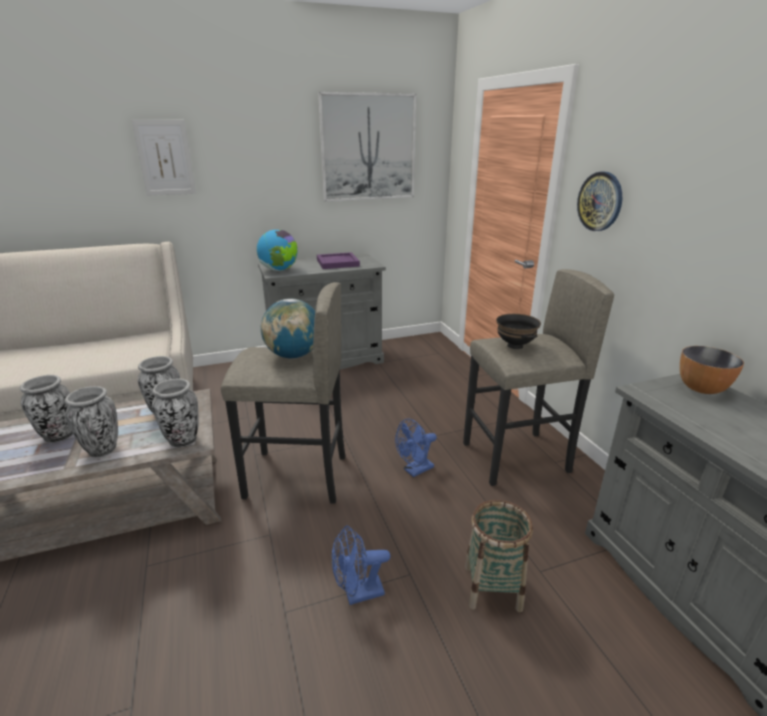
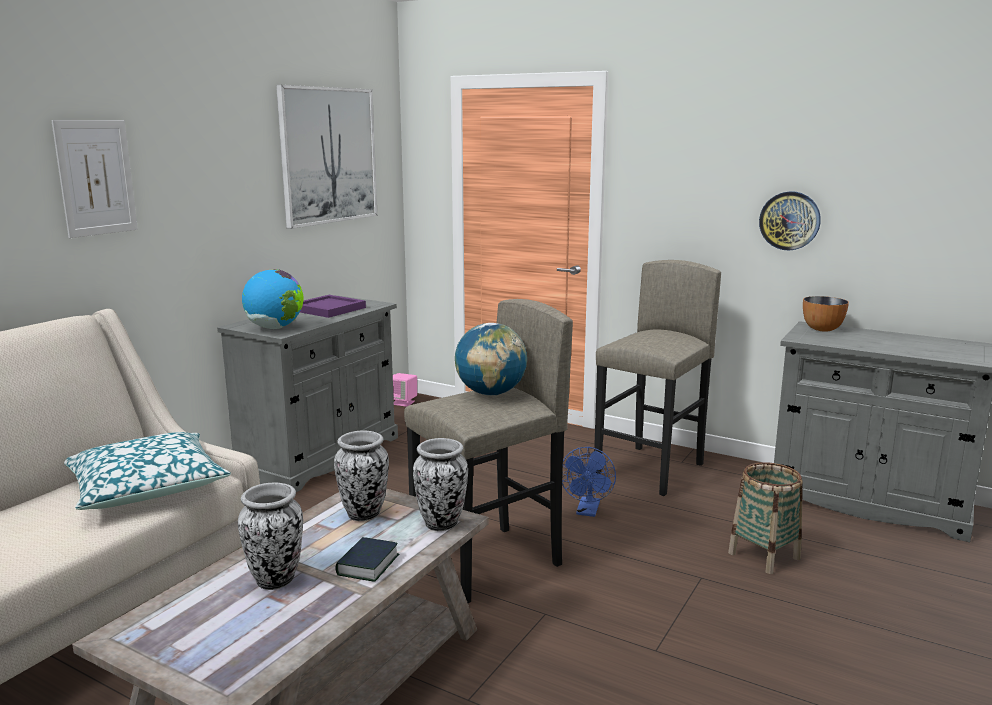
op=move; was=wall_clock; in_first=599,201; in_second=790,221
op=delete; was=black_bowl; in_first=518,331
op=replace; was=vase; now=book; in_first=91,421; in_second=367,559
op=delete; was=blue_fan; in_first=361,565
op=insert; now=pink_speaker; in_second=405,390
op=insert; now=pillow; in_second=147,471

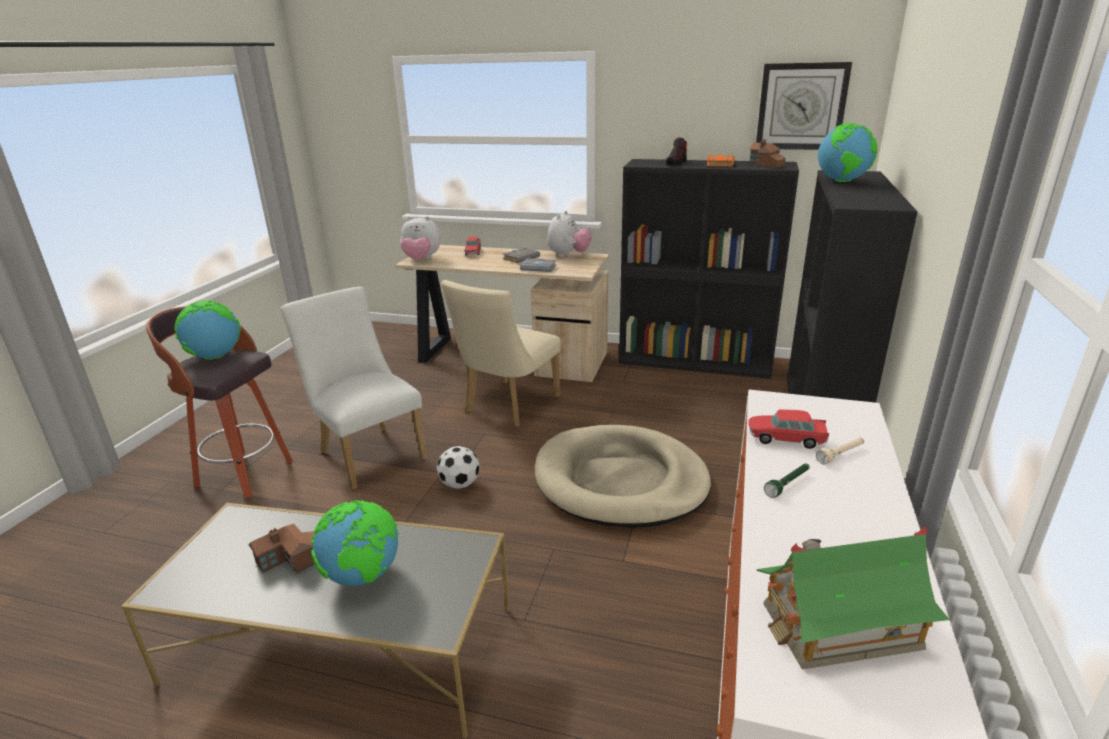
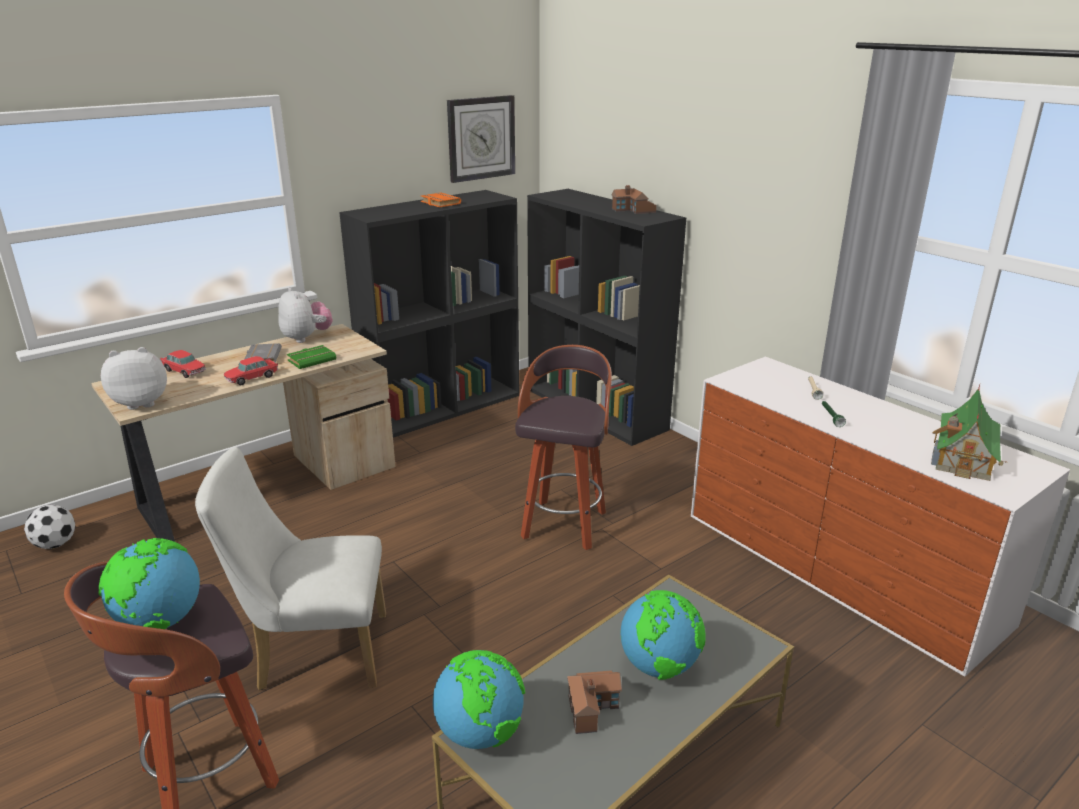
op=move; was=globe; in_first=847,152; in_second=479,699
op=delete; was=shoe; in_first=676,151
op=move; was=toy_house; in_first=767,153; in_second=633,199
op=rotate; was=plush_toy; in_first=420,238; in_second=134,378; clockwise=-150
op=recolor; was=grey_book; now=green_book; in_first=538,265; in_second=311,357
op=delete; was=beige_chair; in_first=501,353
op=move; was=toy_car; in_first=788,429; in_second=251,370
op=replace; was=beige_dog_bed; now=stool; in_first=623,476; in_second=563,447
op=move; was=football; in_first=458,467; in_second=49,527

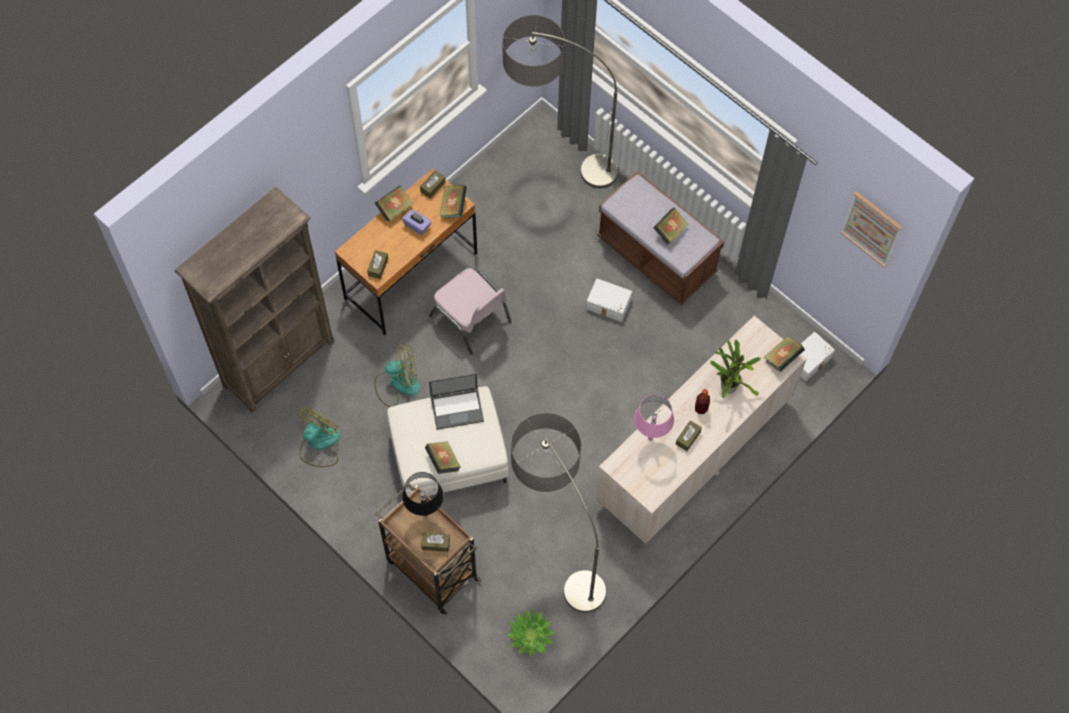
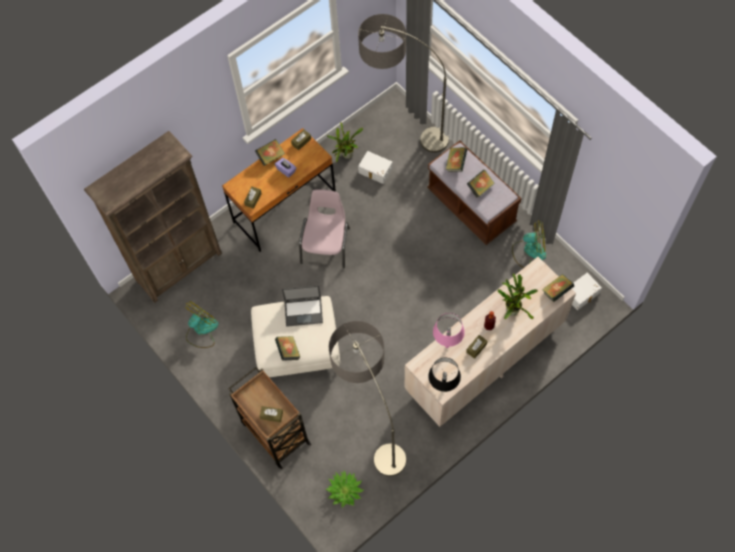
op=move; was=book; in_first=453,202; in_second=456,159
op=delete; was=picture; in_first=871,229
op=rotate; was=pink_chair; in_first=470,311; in_second=324,229; clockwise=-135
op=move; was=white_storage_box; in_first=609,300; in_second=375,167
op=move; was=fan; in_first=397,375; in_second=529,244
op=move; was=black_table_lamp; in_first=423,494; in_second=444,375
op=insert; now=potted_plant; in_second=345,142

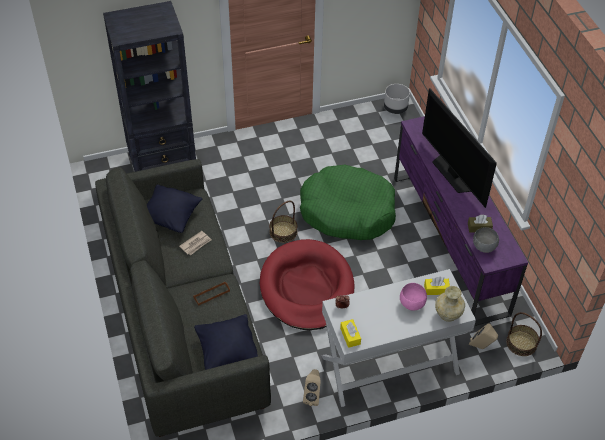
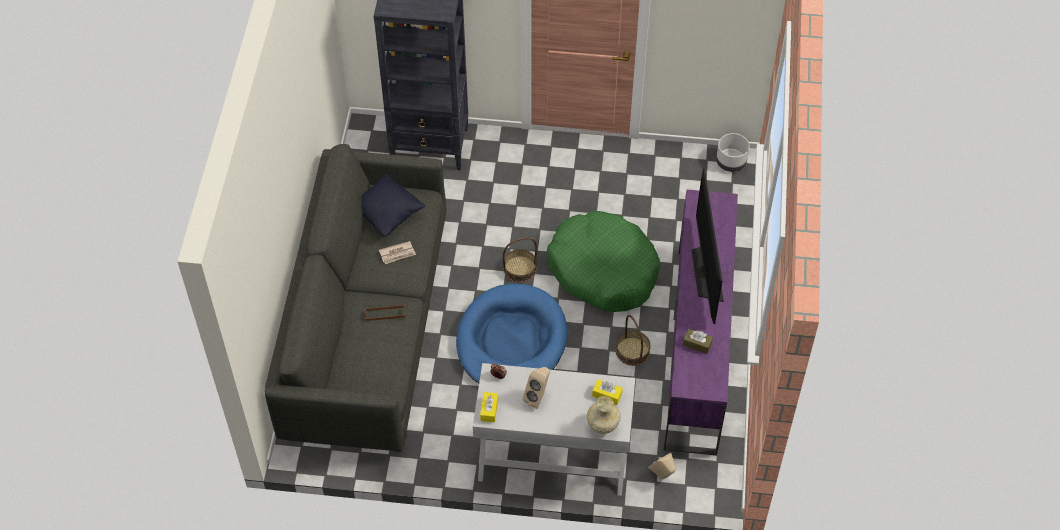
op=delete; was=grey_bowl; in_first=486,240
op=recolor; was=red_dog_bed; now=blue_dog_bed; in_first=307,284; in_second=511,333
op=delete; was=pink_bowl; in_first=413,297
op=move; was=basket; in_first=524,334; in_second=633,340
op=delete; was=black_pillow; in_first=226,342
op=move; was=beige_speaker; in_first=311,387; in_second=536,388

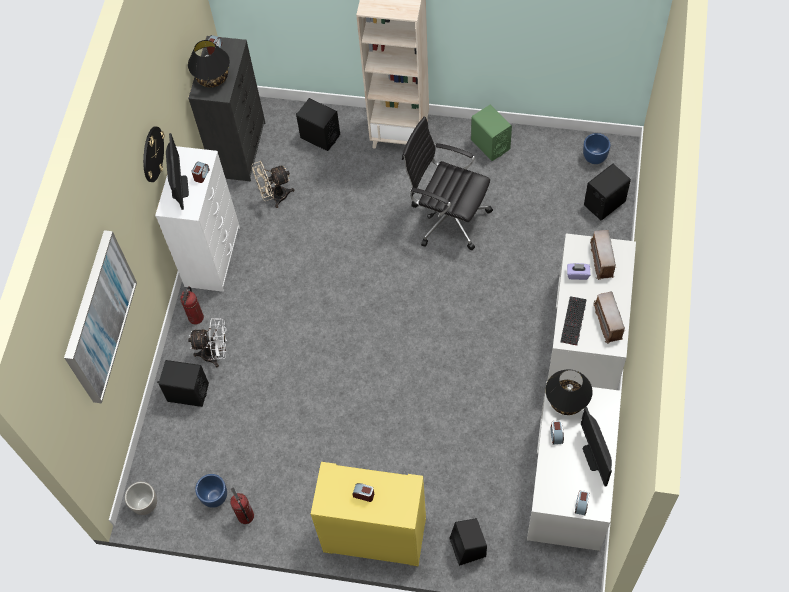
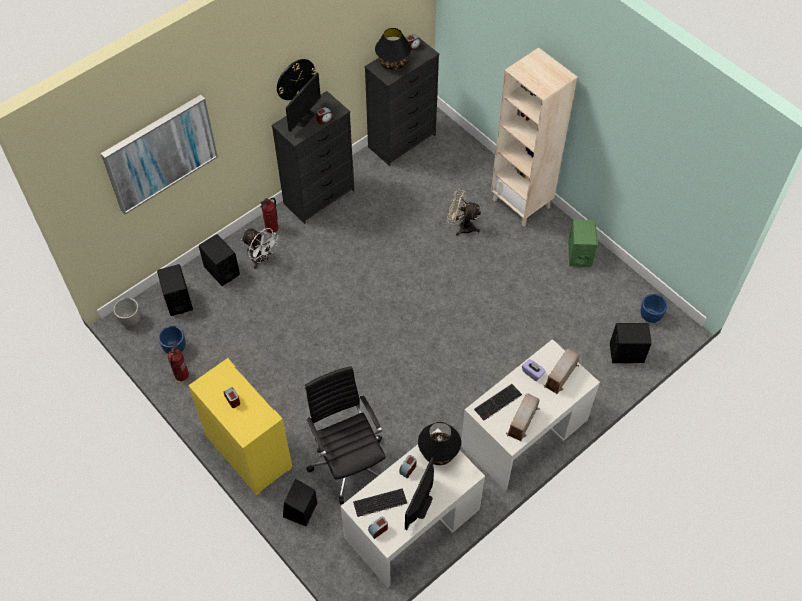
op=move; was=black_speaker; in_first=318,124; in_second=175,290
op=move; was=black_office_chair; in_first=447,183; in_second=345,435
op=recolor; was=white_dresser; now=black_dresser; in_first=197,219; in_second=313,157
op=move; was=beige_fan; in_first=273,184; in_second=464,213
op=insert; now=keyboard; in_second=380,502

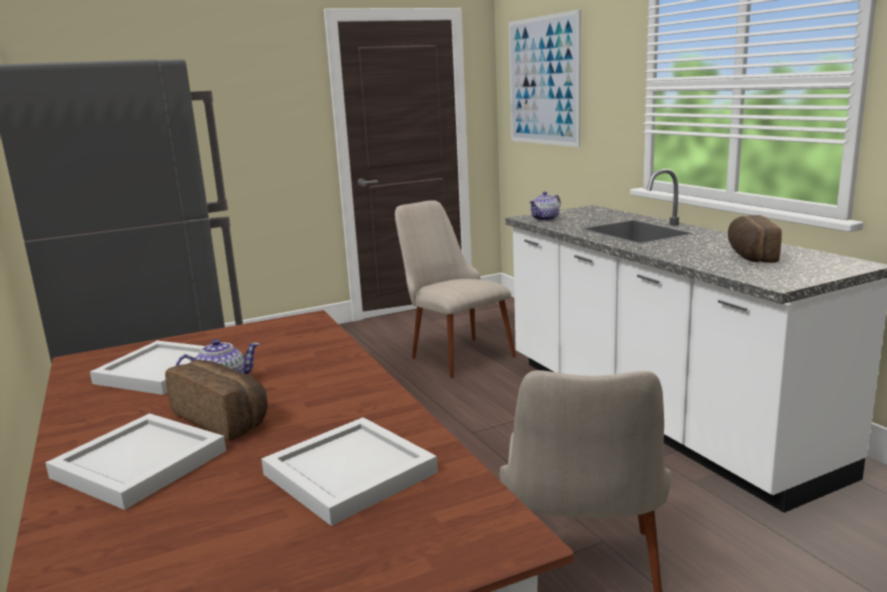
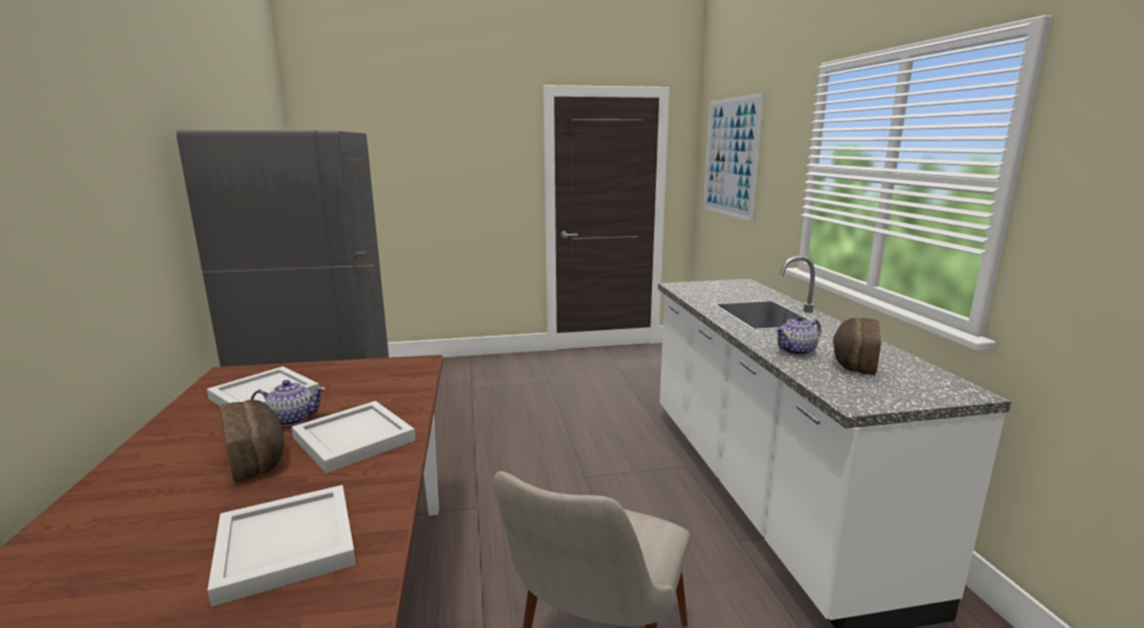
op=move; was=teapot; in_first=545,206; in_second=798,336
op=delete; was=beige_chair; in_first=455,289
op=move; was=white_tray; in_first=135,461; in_second=354,437

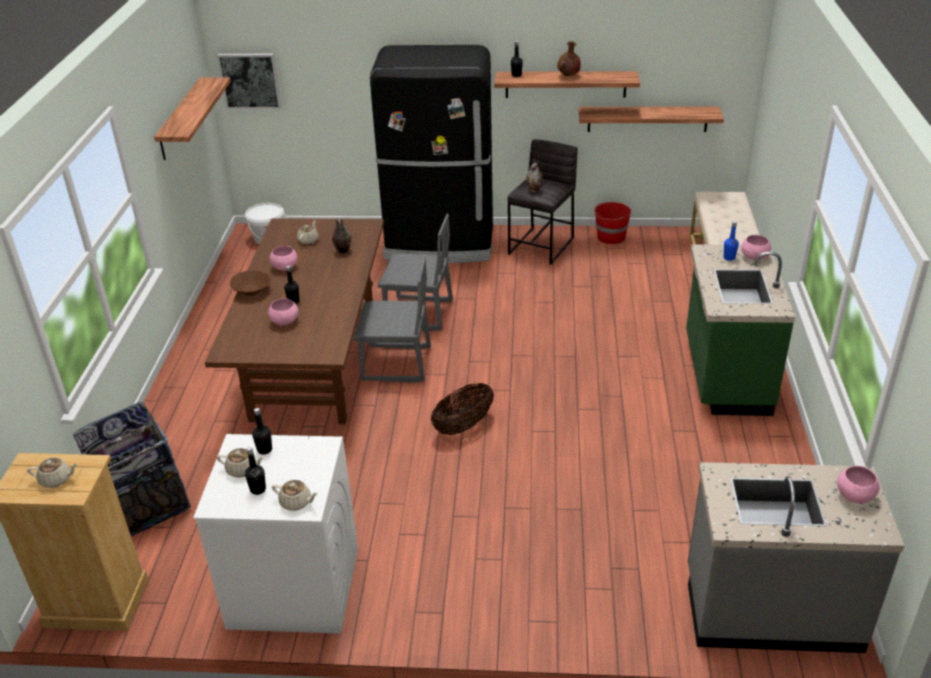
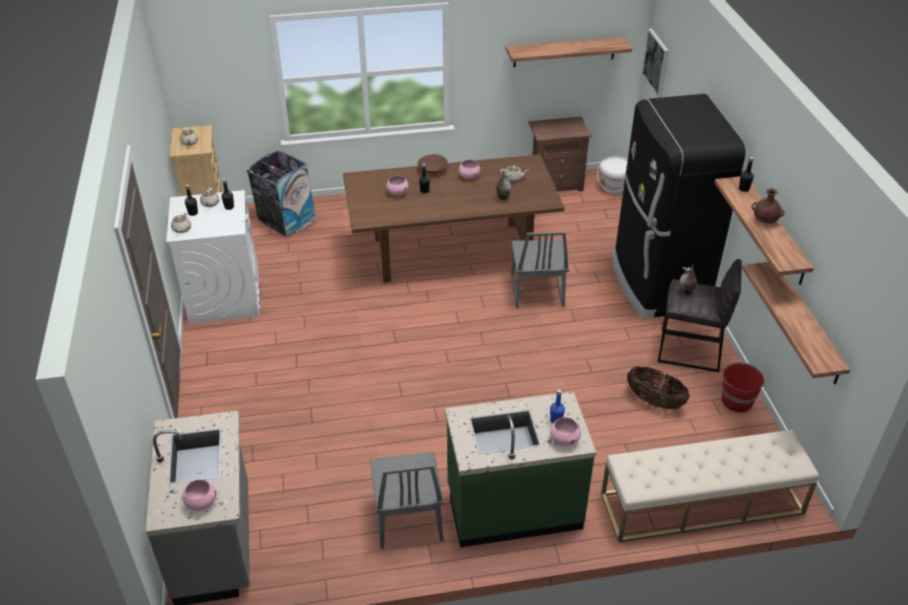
op=move; was=grey_chair; in_first=392,319; in_second=407,500
op=move; was=basket; in_first=462,409; in_second=658,387
op=insert; now=brown_nightstand; in_second=560,154

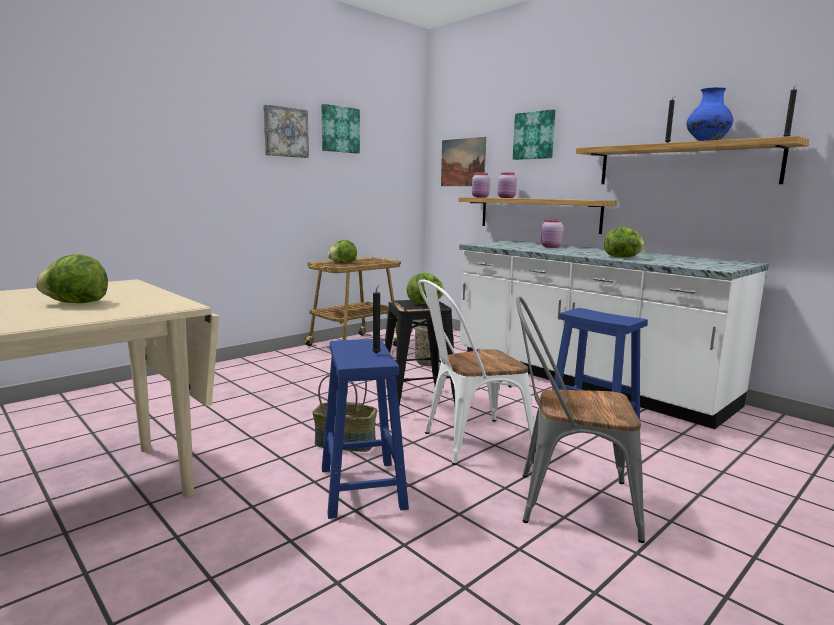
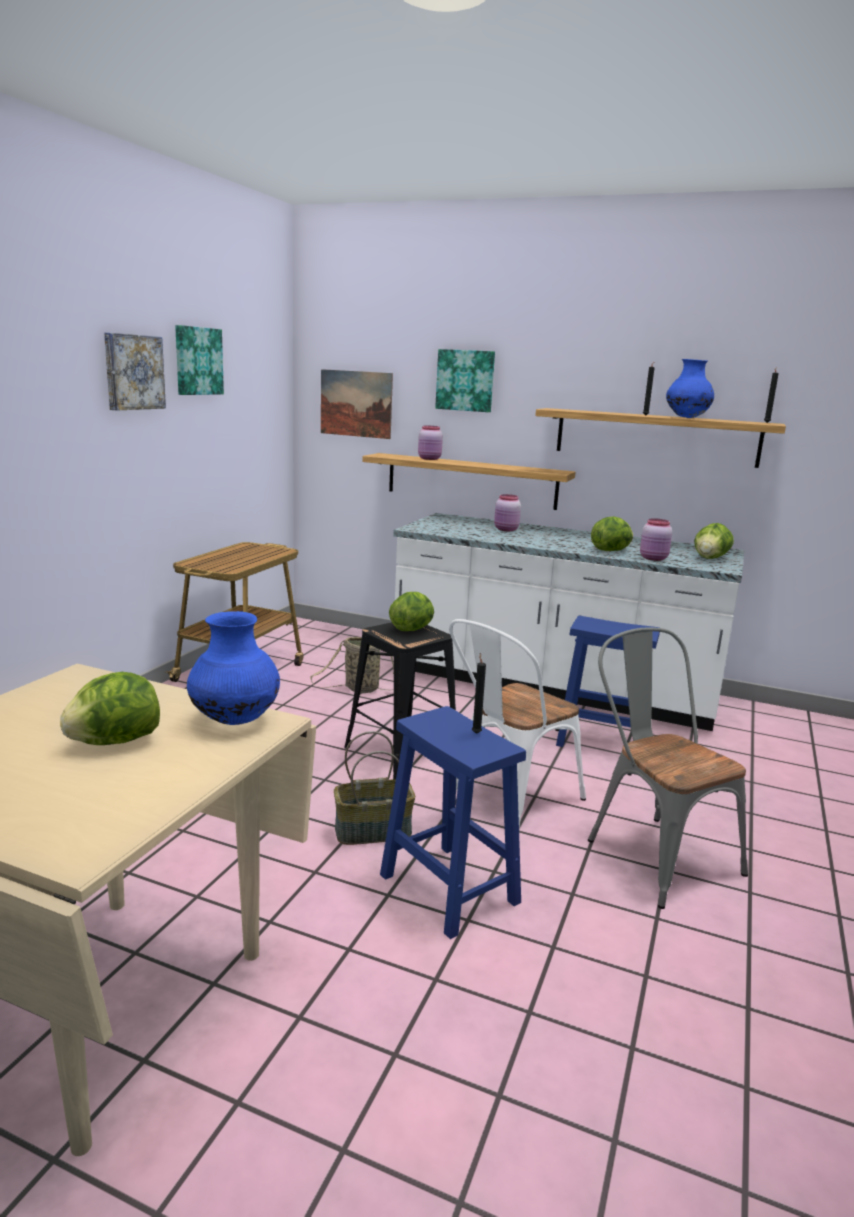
op=move; was=pink_jar; in_first=481,185; in_second=656,539
op=move; was=lettuce; in_first=342,251; in_second=714,541
op=rotate; was=grey_chair; in_first=580,419; in_second=668,768; clockwise=75
op=insert; now=blue_vase; in_second=233,668

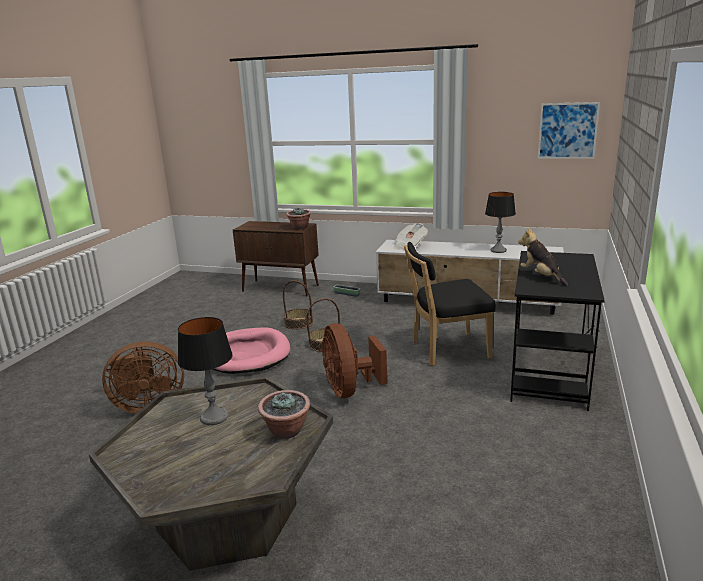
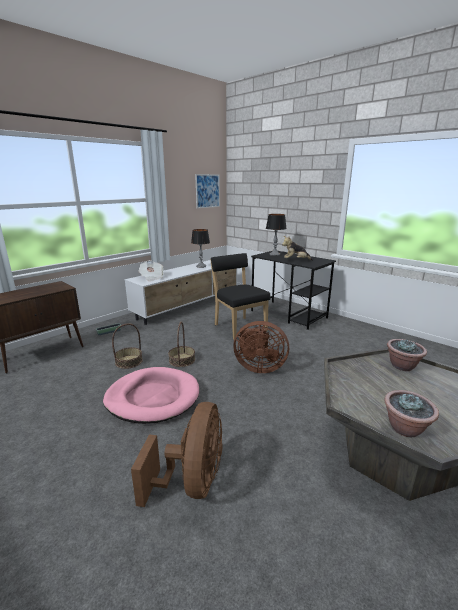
op=move; was=potted_plant; in_first=298,219; in_second=411,413
op=rotate; was=black_chair; in_first=450,304; in_second=240,296; clockwise=135
op=move; was=table_lamp; in_first=205,371; in_second=276,235

